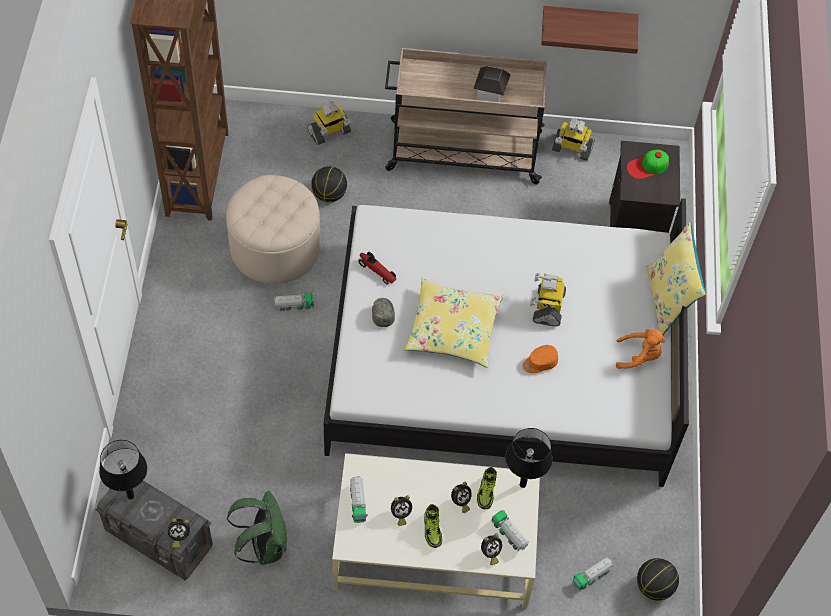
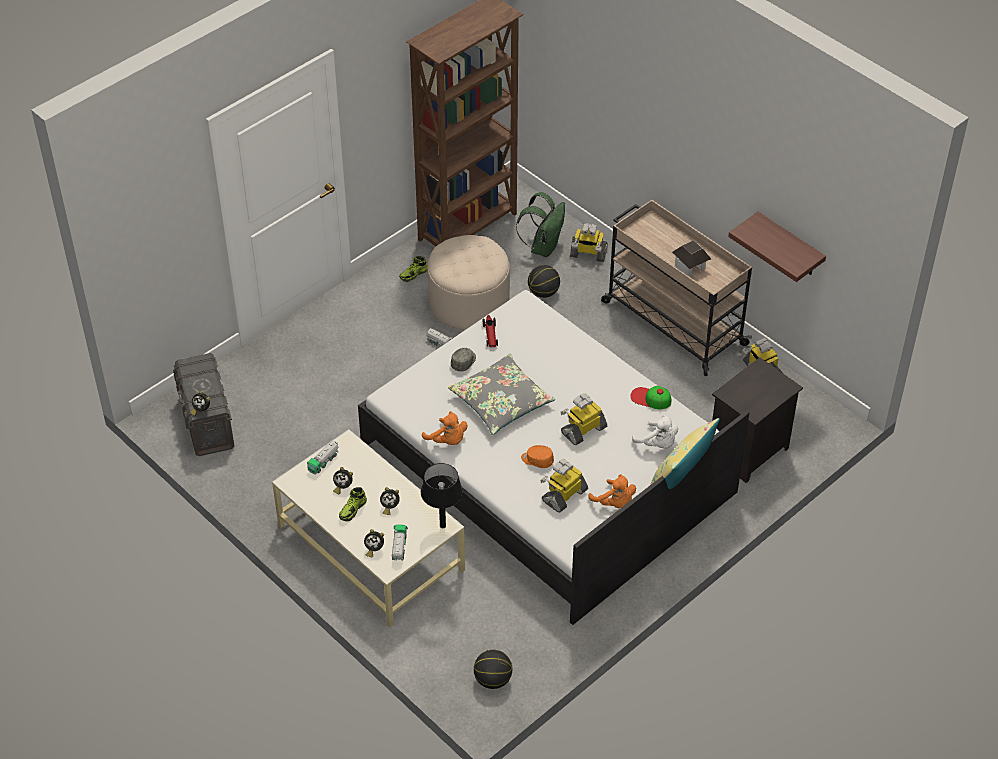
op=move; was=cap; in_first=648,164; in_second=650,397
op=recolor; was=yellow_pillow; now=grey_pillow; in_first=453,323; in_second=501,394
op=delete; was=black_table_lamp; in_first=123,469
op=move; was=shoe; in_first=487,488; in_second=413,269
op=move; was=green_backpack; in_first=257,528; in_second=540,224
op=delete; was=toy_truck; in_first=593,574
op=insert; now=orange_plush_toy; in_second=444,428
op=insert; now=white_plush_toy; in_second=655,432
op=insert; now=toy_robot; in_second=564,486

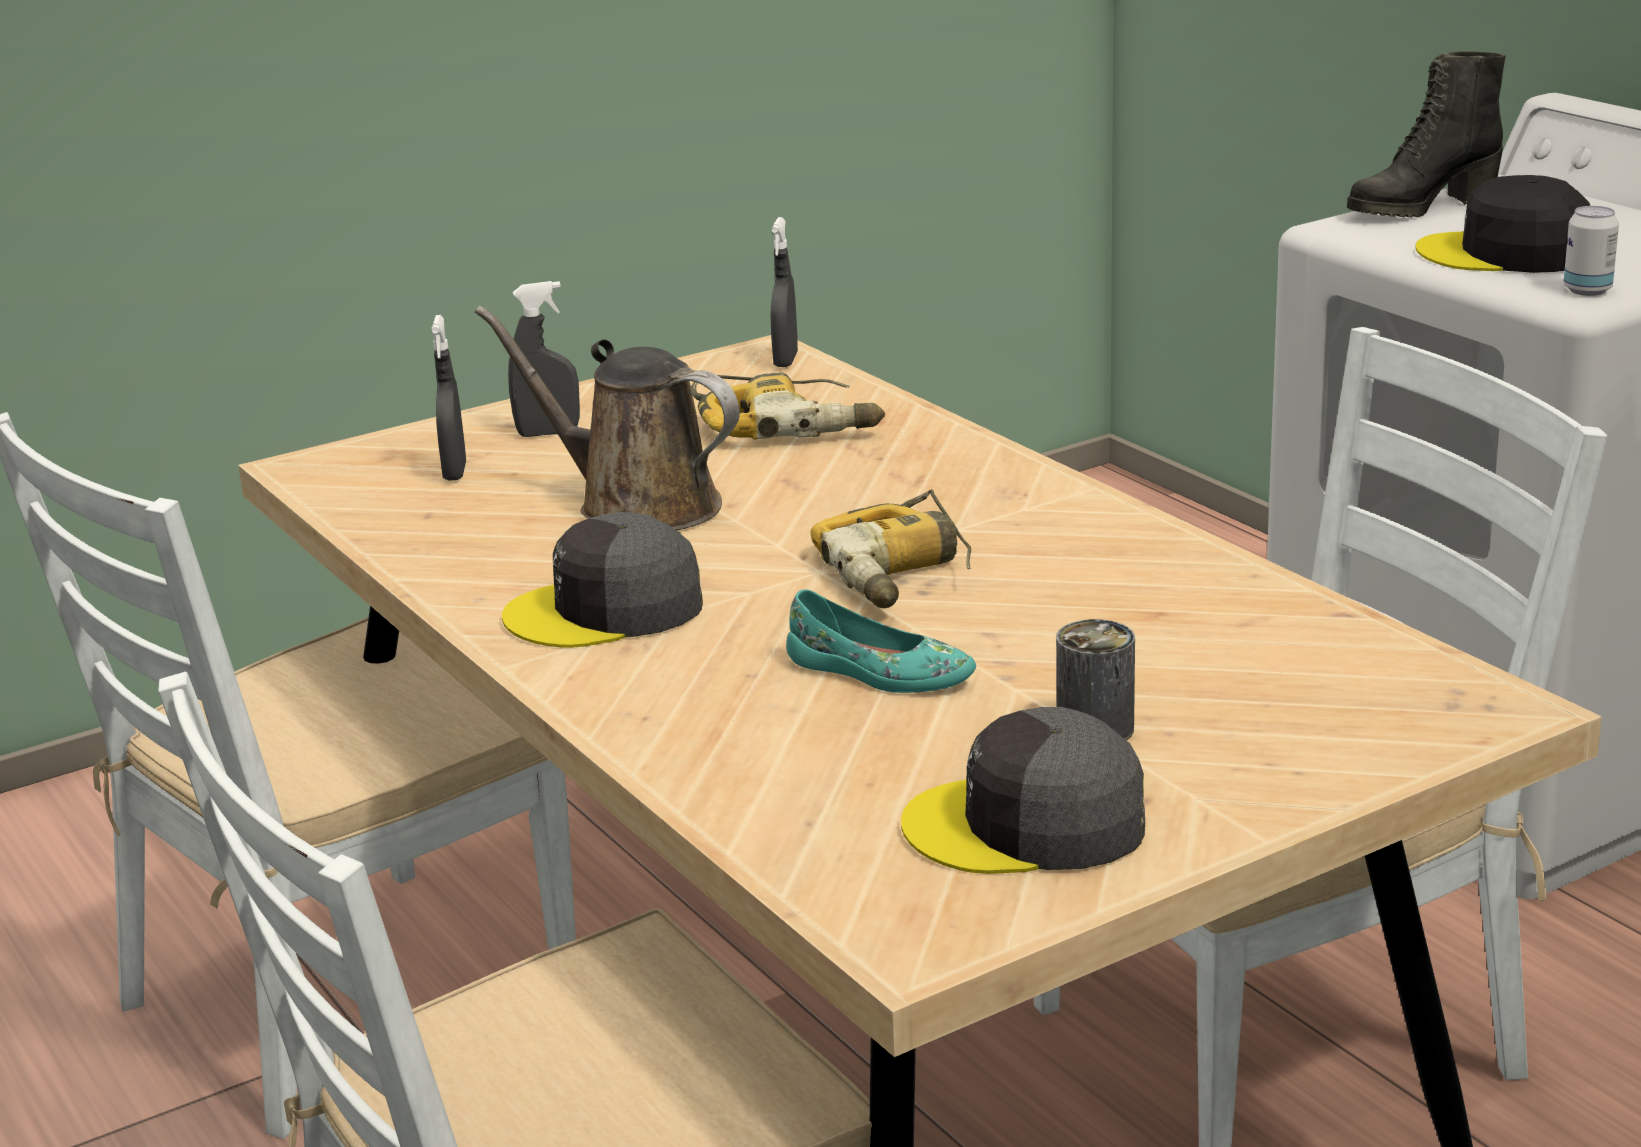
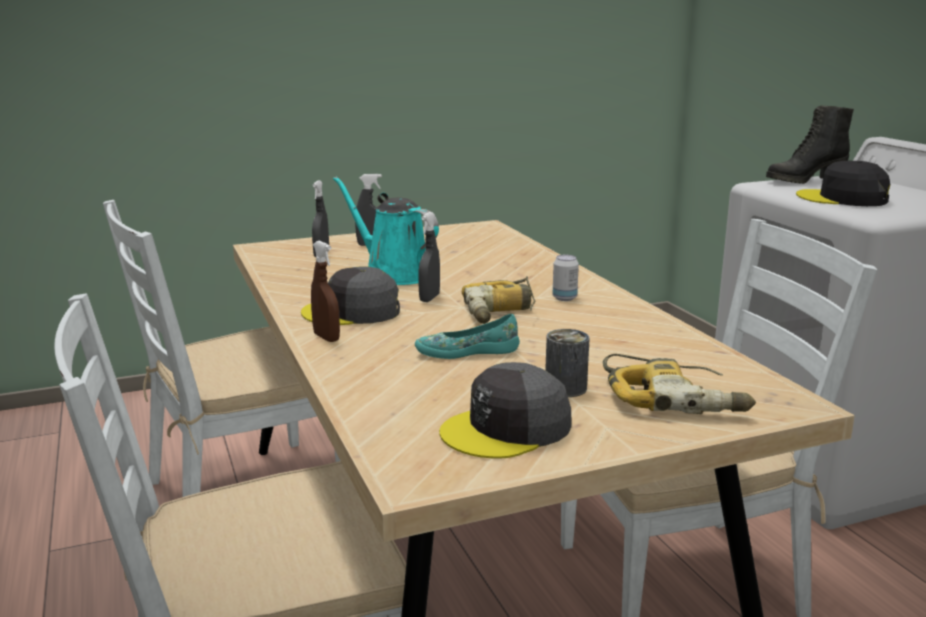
op=move; was=can; in_first=1591,251; in_second=565,278
op=move; was=grey_spray_bottle; in_first=784,292; in_second=429,257
op=recolor; was=brown_watering_can; now=turquoise_watering_can; in_first=607,418; in_second=386,230
op=move; was=power_drill; in_first=788,406; in_second=679,384
op=rotate; was=turquoise_shoe; in_first=881,641; in_second=467,336; clockwise=135
op=rotate; was=grey_cap; in_first=1023,790; in_second=505,410; clockwise=-45
op=insert; now=brown_spray_bottle; in_second=325,291

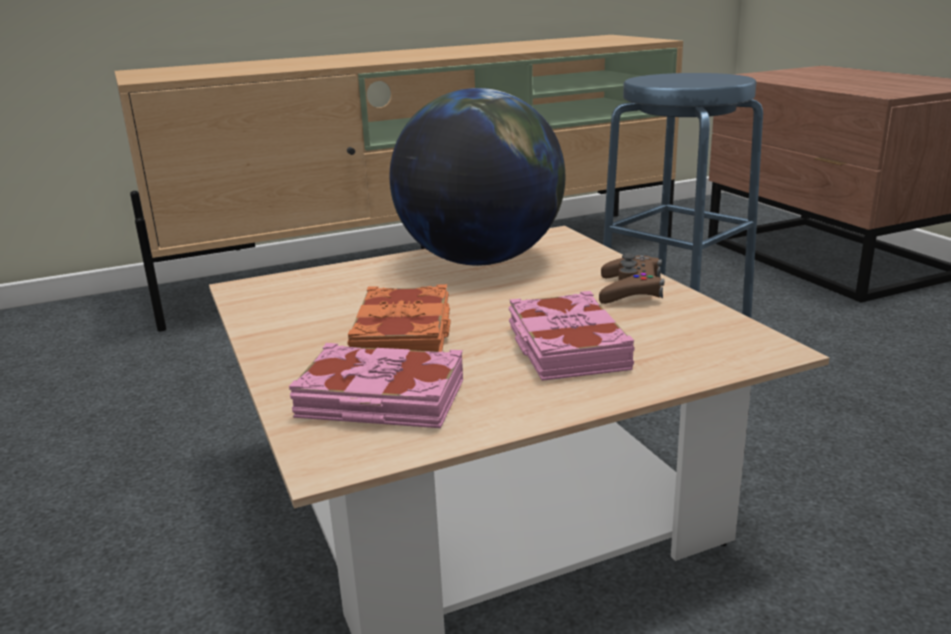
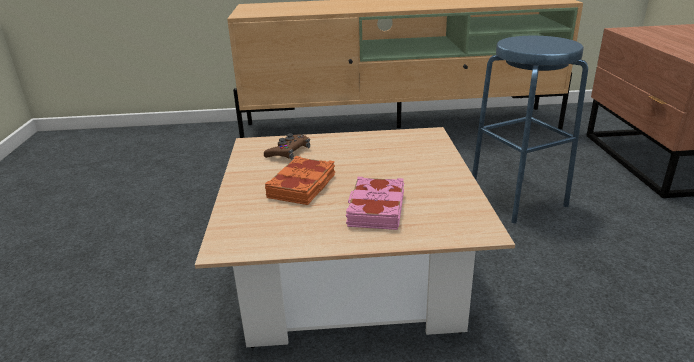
op=delete; was=globe; in_first=477,177
op=move; was=brown_game_controller; in_first=631,278; in_second=287,146
op=delete; was=pink_book; in_first=375,385

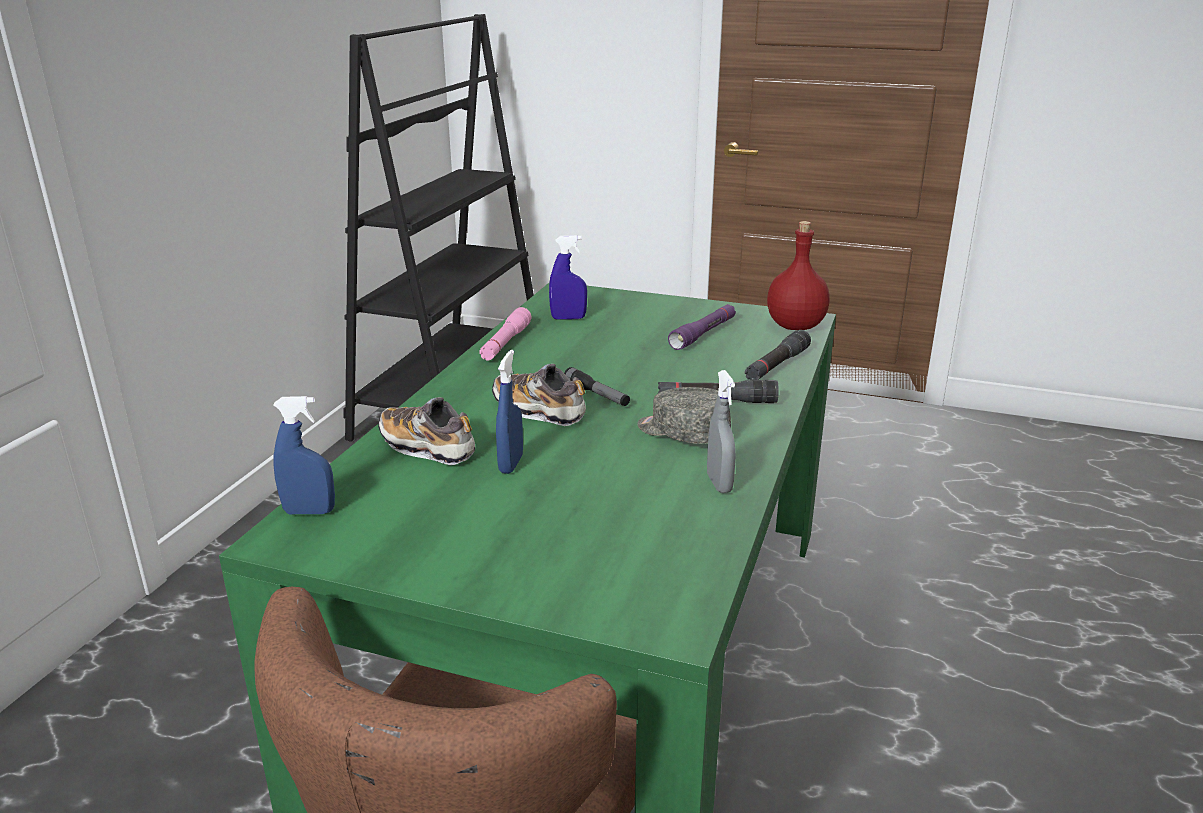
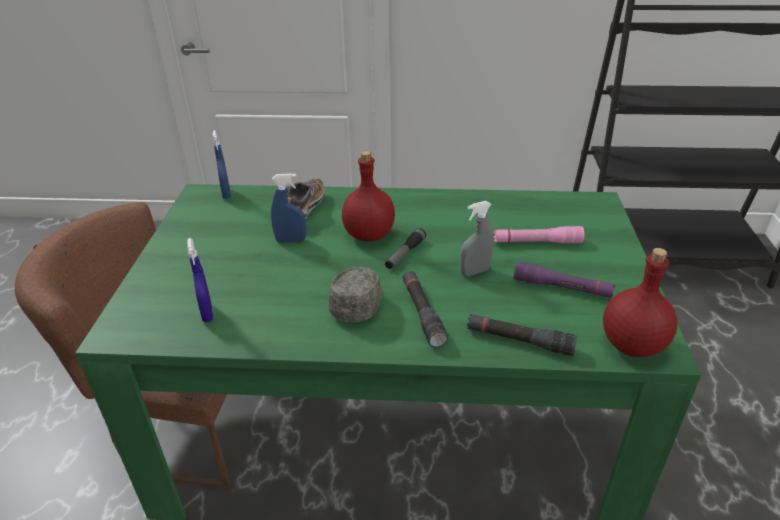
op=move; was=blue_spray_bottle; in_first=568,277; in_second=200,280
op=move; was=pink_flashlight; in_first=505,334; in_second=538,235
op=replace; was=shoe; now=red_bottle; in_first=539,395; in_second=368,196
op=move; was=grey_spray_bottle; in_first=721,431; in_second=476,238

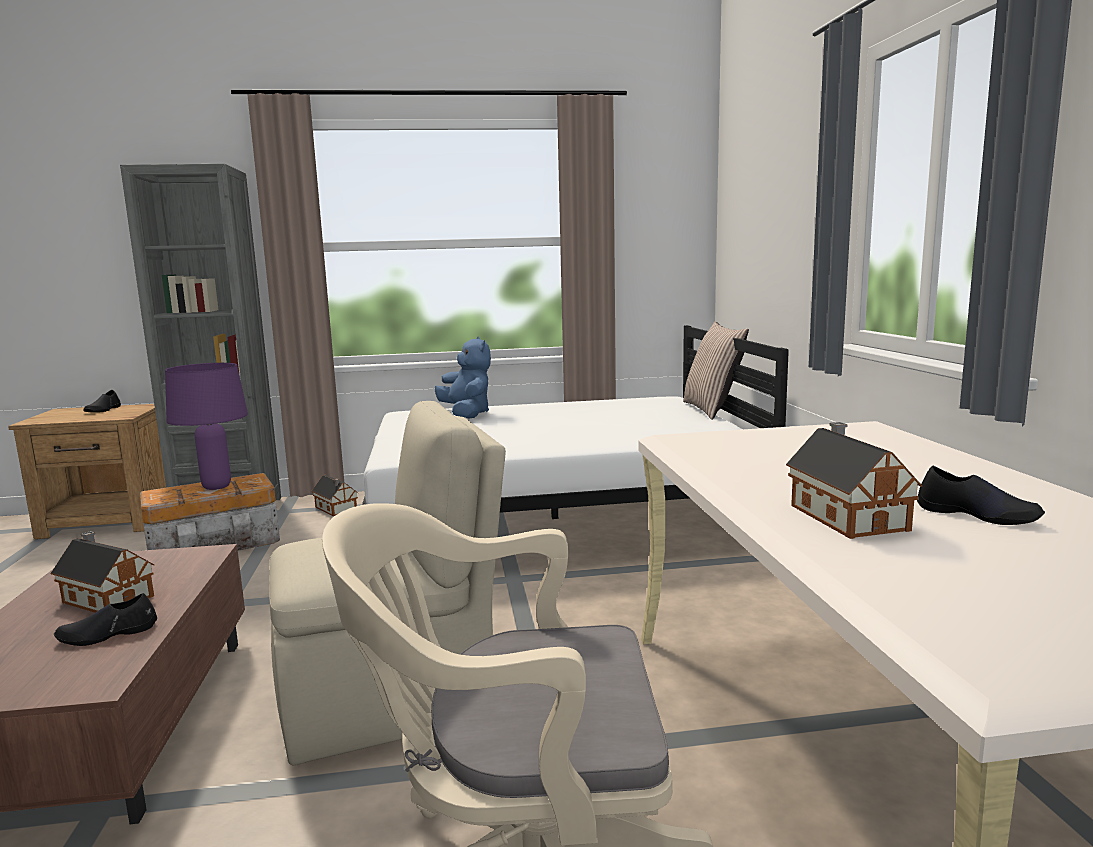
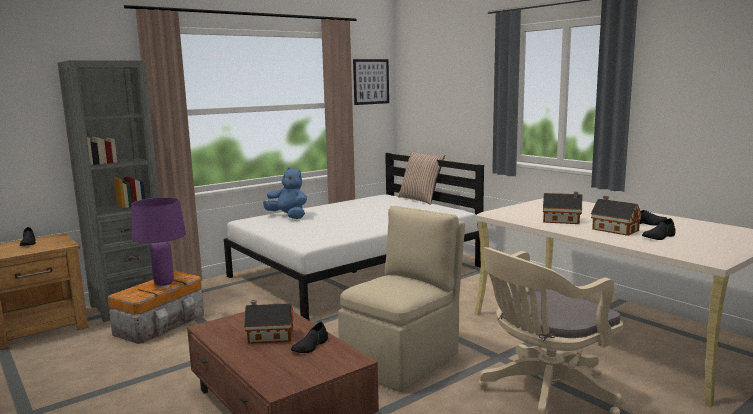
op=move; was=toy_house; in_first=335,495; in_second=563,208
op=insert; now=picture; in_second=371,82
op=insert; now=black_shoe; in_second=659,229

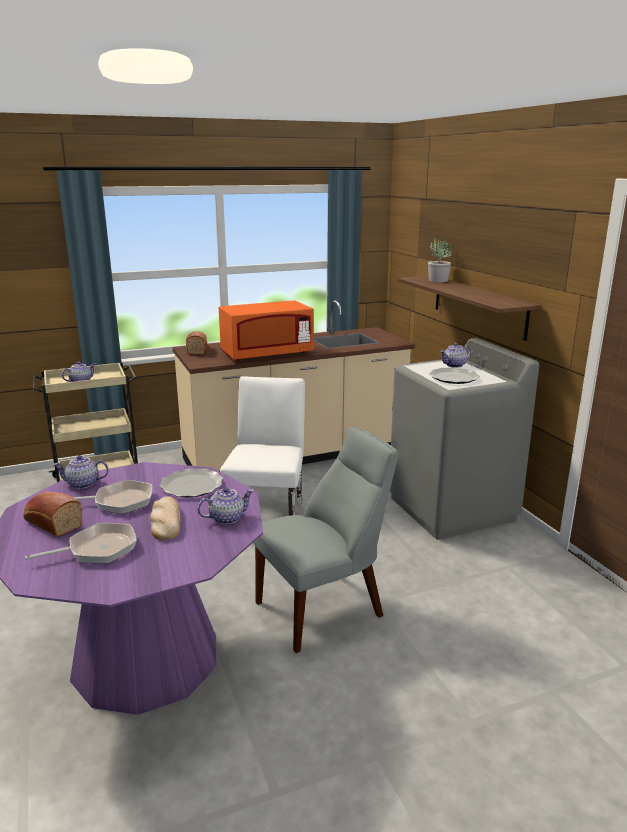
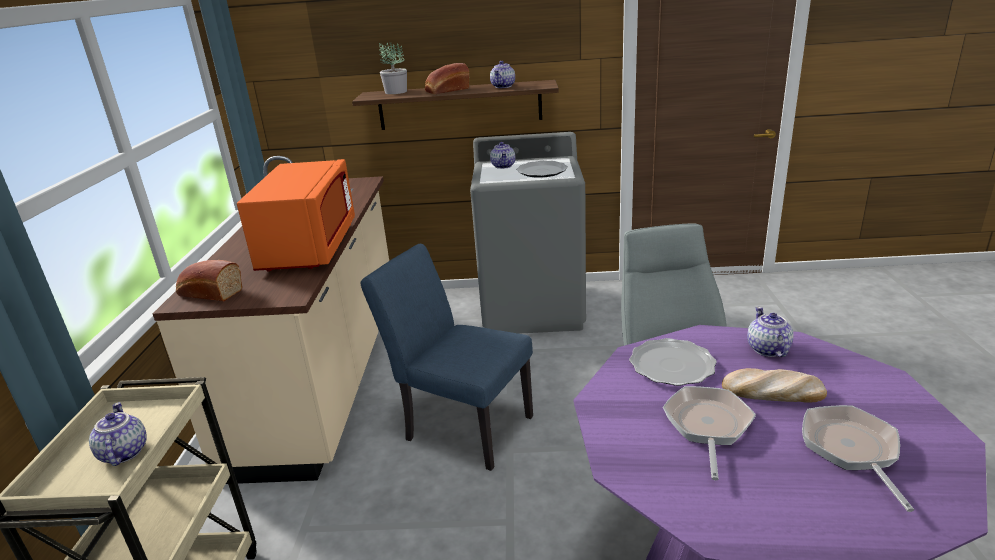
op=recolor; was=white_chair; now=blue_chair; in_first=262,446; in_second=447,357
op=move; was=teapot; in_first=81,472; in_second=502,74
op=move; was=bread; in_first=52,514; in_second=447,78

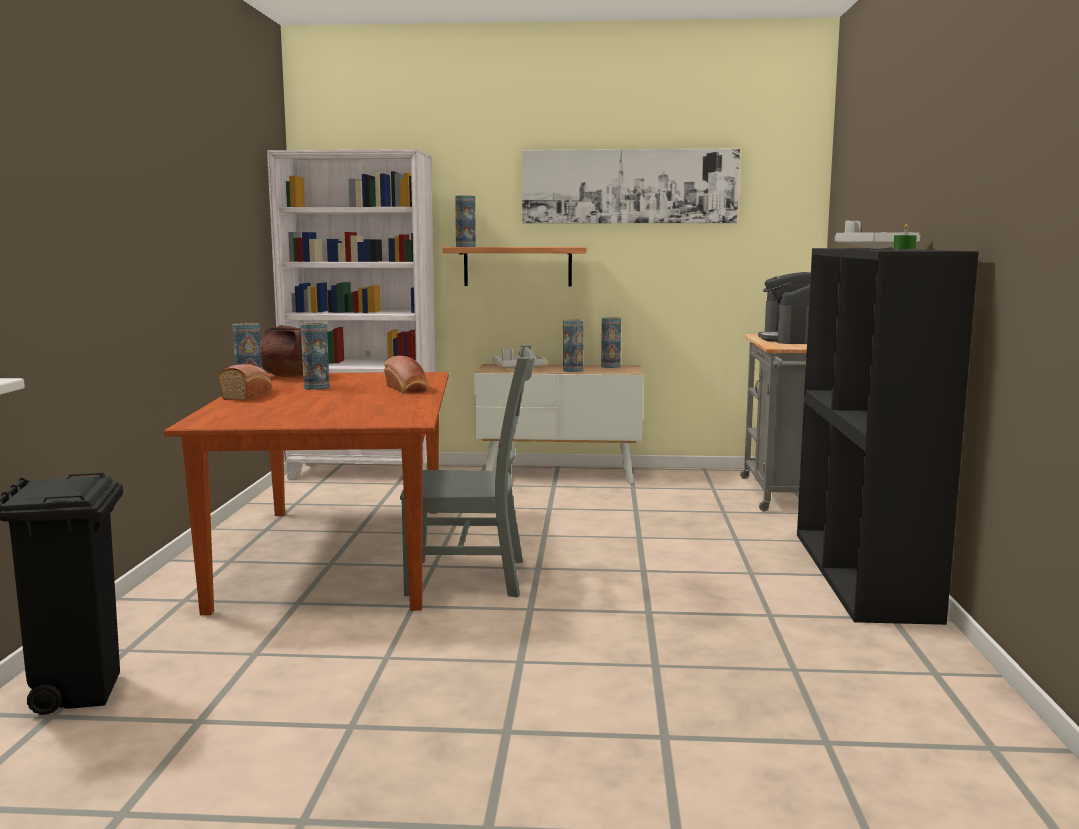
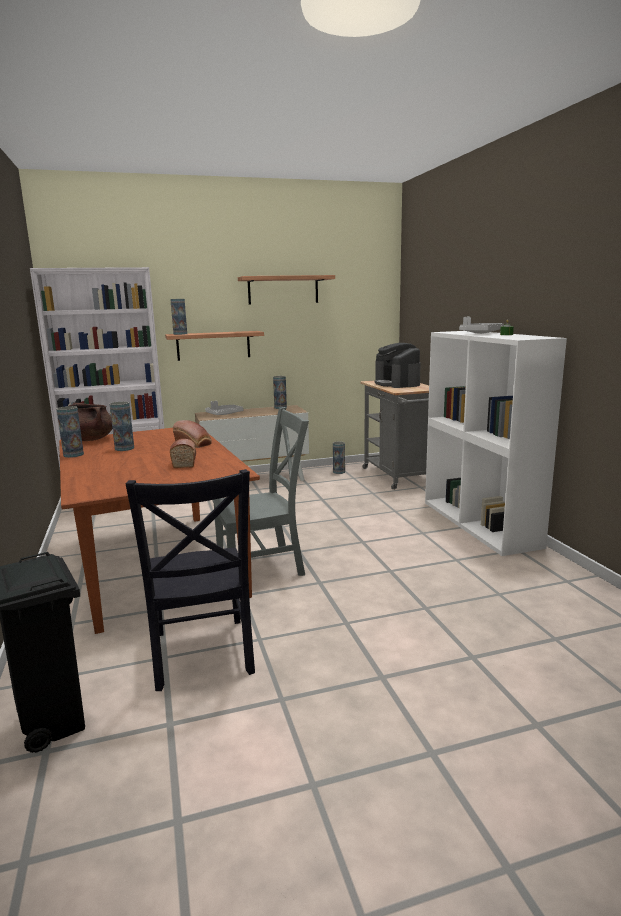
op=replace; was=picture; now=shelf; in_first=631,186; in_second=286,290
op=recolor; was=black_bookcase; now=white_bookcase; in_first=887,436; in_second=496,443
op=move; was=vase; in_first=573,346; in_second=339,458
op=move; was=bread; in_first=245,382; in_second=183,453
op=insert; now=black_chair; in_second=190,580

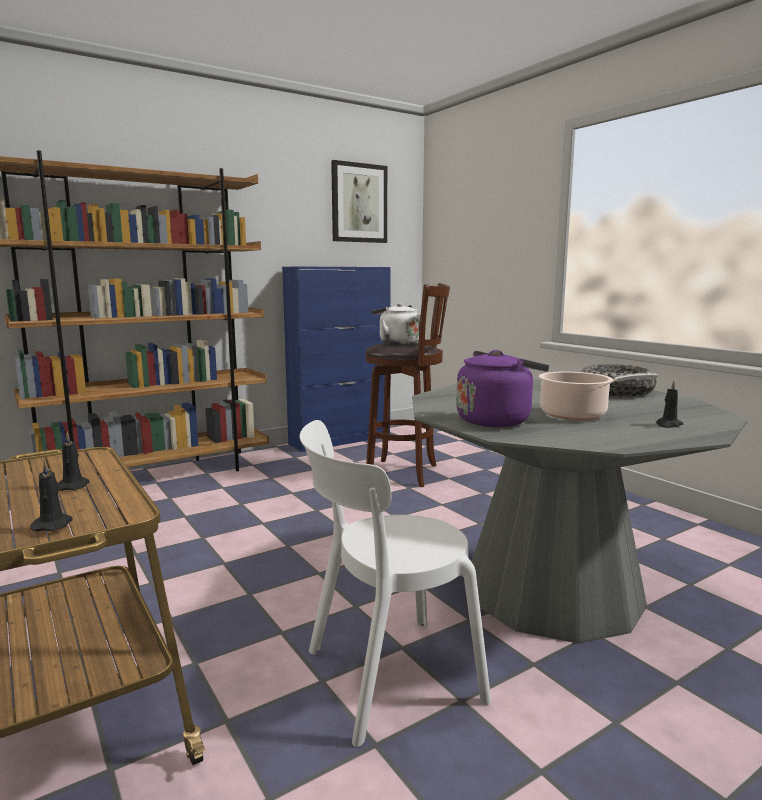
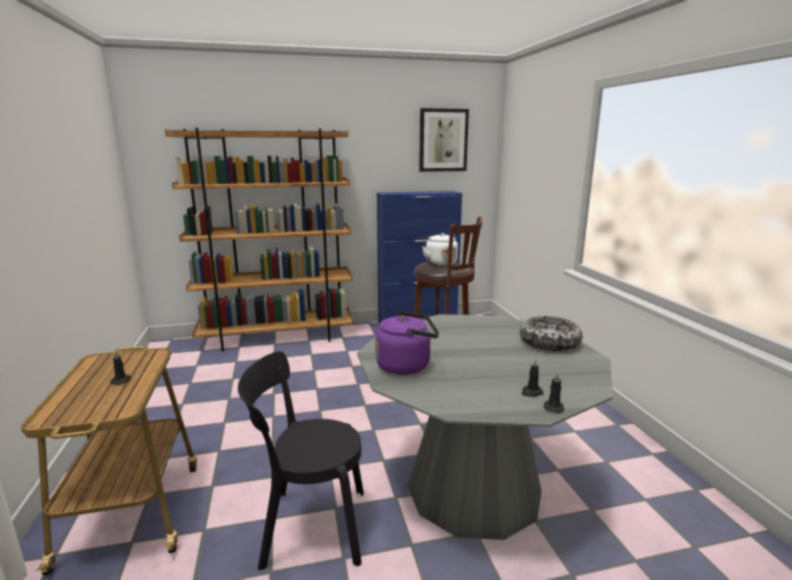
op=delete; was=cooking_pot; in_first=598,396
op=recolor; was=white_chair; now=black_chair; in_first=395,583; in_second=301,460
op=move; was=black_candle; in_first=51,495; in_second=554,392

